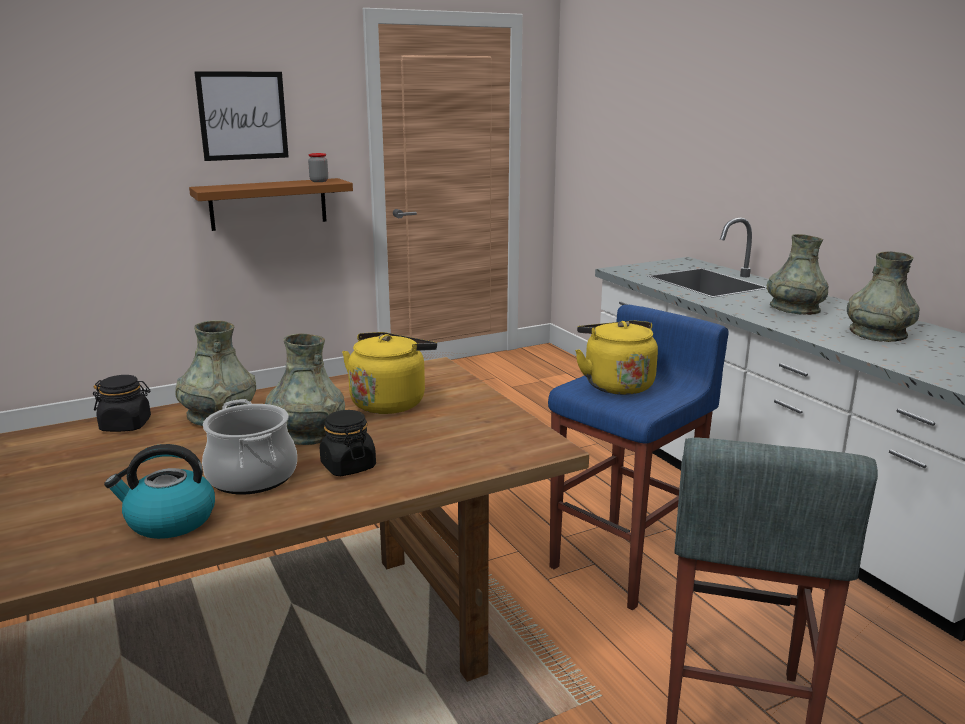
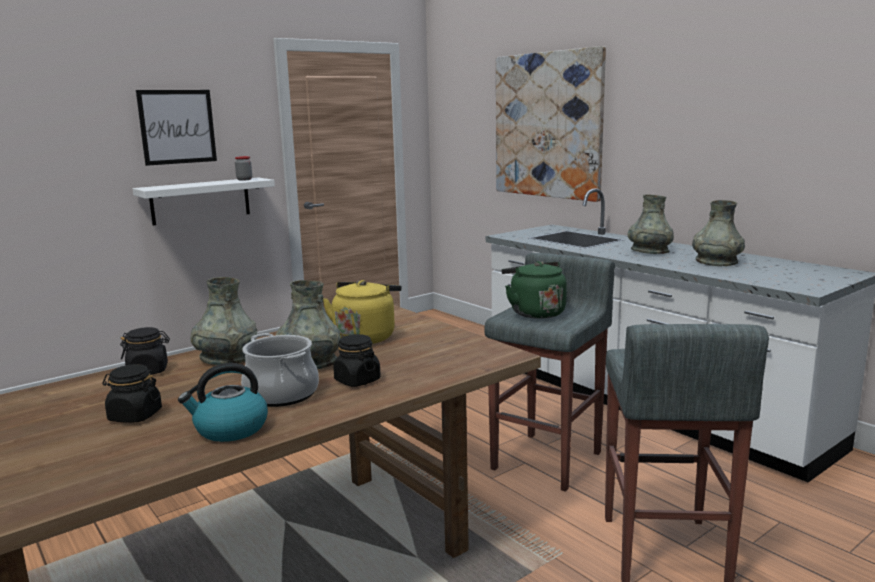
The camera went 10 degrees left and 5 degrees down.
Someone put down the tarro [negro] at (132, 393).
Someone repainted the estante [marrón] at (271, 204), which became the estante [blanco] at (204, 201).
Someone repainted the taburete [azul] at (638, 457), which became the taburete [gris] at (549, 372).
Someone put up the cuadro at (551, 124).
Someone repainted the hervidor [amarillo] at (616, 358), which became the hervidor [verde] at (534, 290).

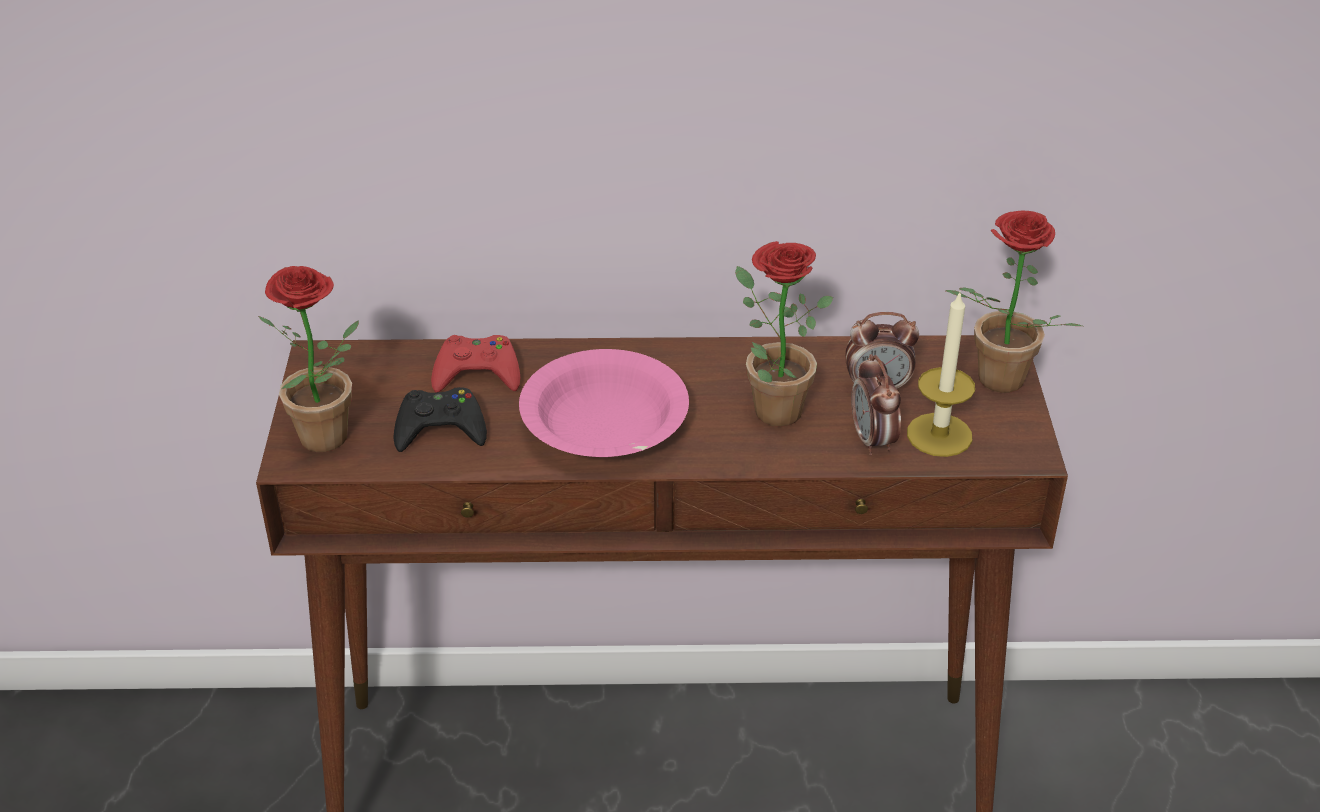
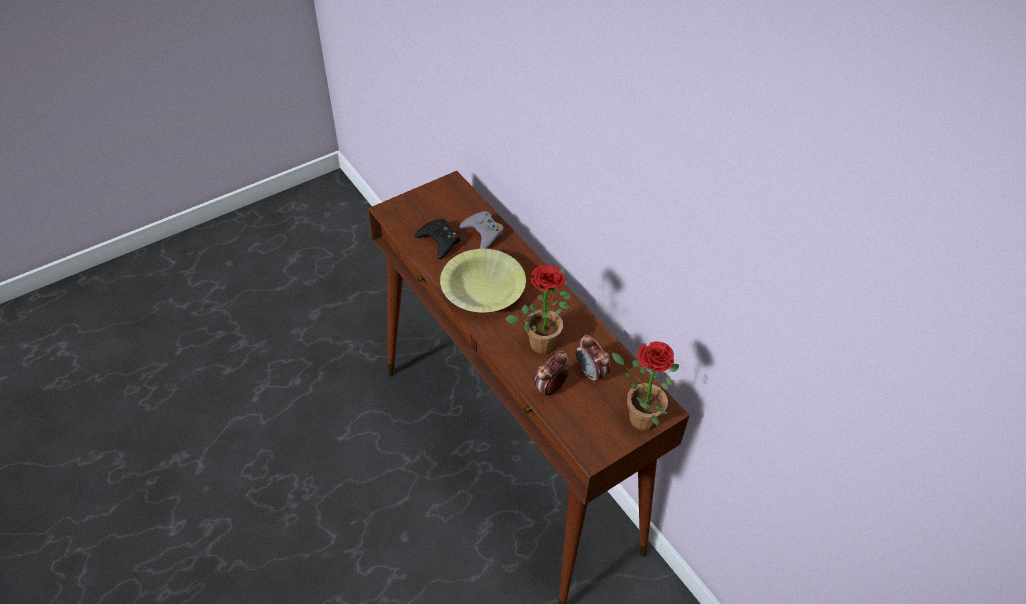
The camera went 55 degrees right and 10 degrees up.
Someone repainted the cuenco [rosa] at (604, 403), which became the cuenco [amarillo] at (483, 280).
Someone repainted the mando de consola [rojo] at (476, 364), which became the mando de consola [gris] at (481, 230).
Someone took away the planta en maceta at (308, 359).
Someone took away the vela at (941, 374).

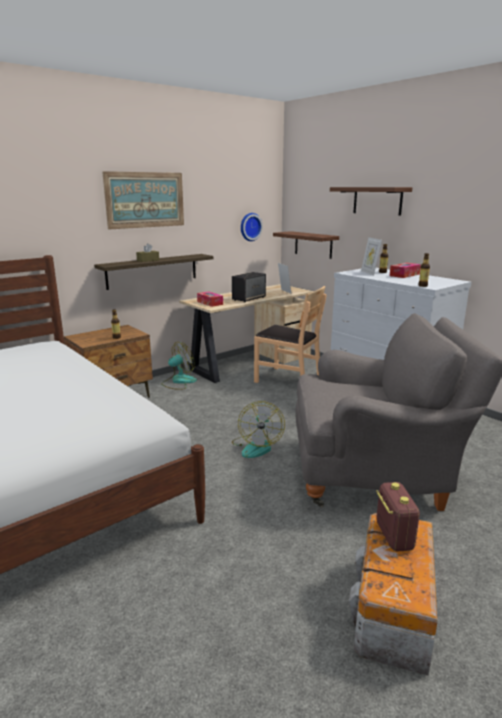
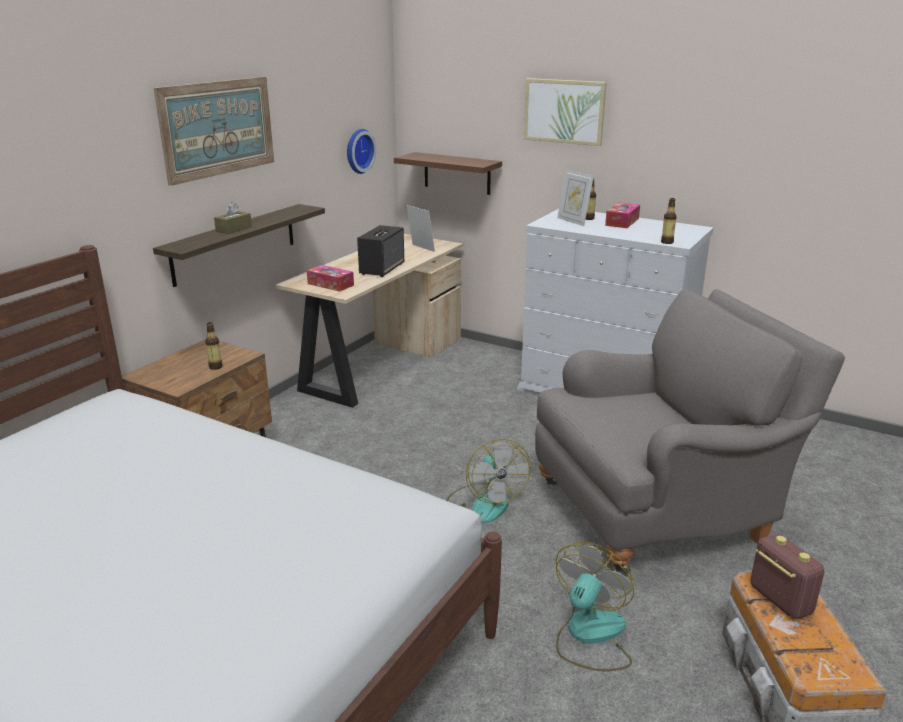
The camera went 20 degrees left and 5 degrees up.
Someone swapped the estante [marrón] at (371, 201) for the cuadro at (565, 112).
Someone carried the ventilador from (179, 366) to (595, 606).
Someone took away the silla [marrón] at (290, 334).

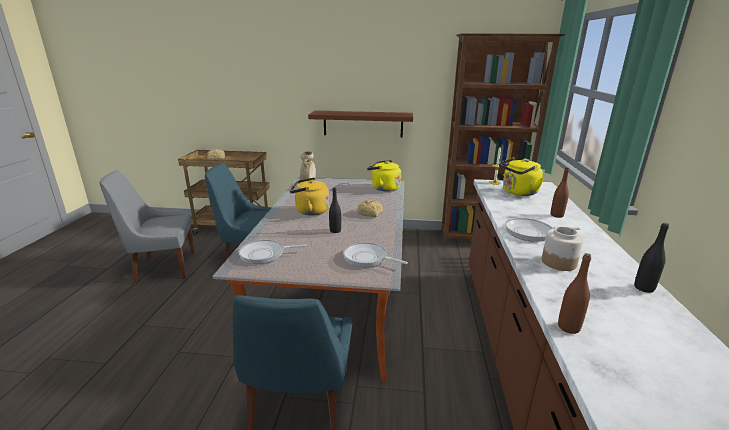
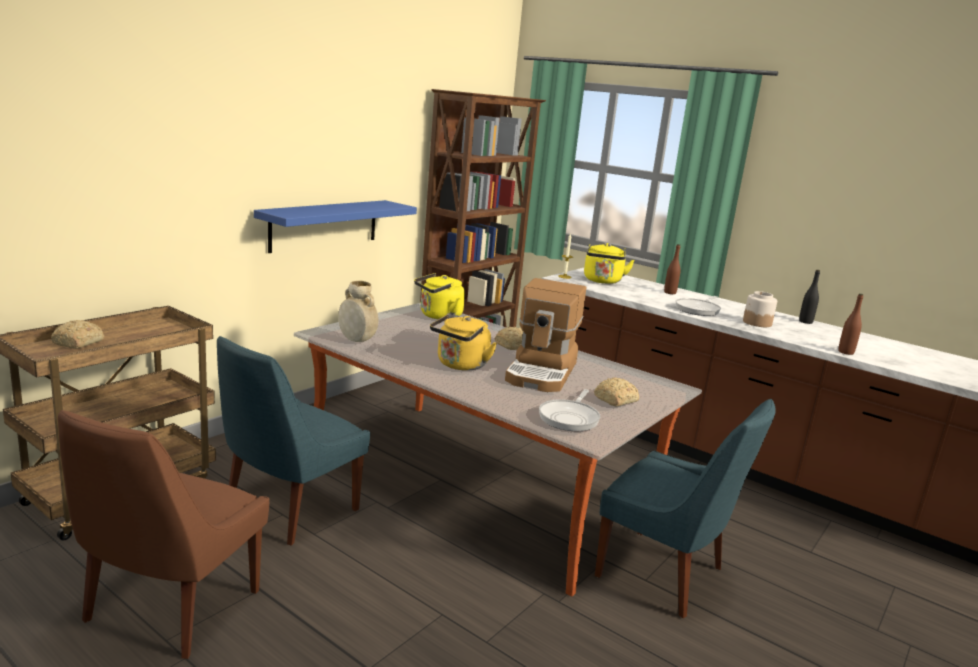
The camera went 60 degrees left and 5 degrees down.
Someone repainted the silla [gris] at (147, 227), which became the silla [marrón] at (163, 534).
Someone repainted the estante [marrón] at (360, 124), which became the estante [azul] at (335, 226).
Someone swapped the botella [negro] at (335, 210) for the cafetera at (546, 335).
Someone put down the pan at (616, 391).
Someone took away the sartén at (375, 254).

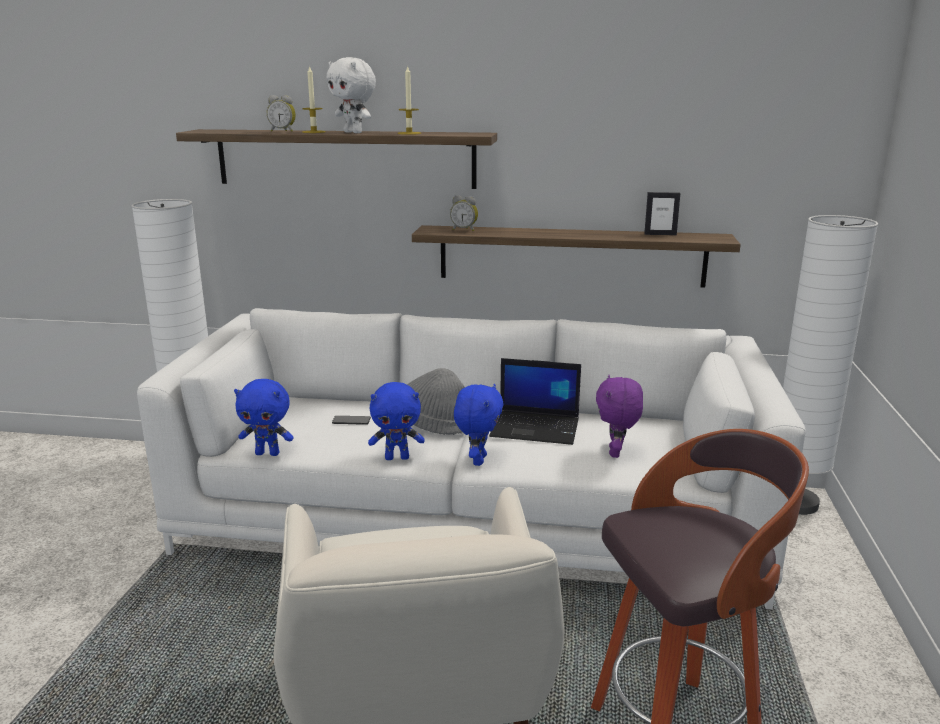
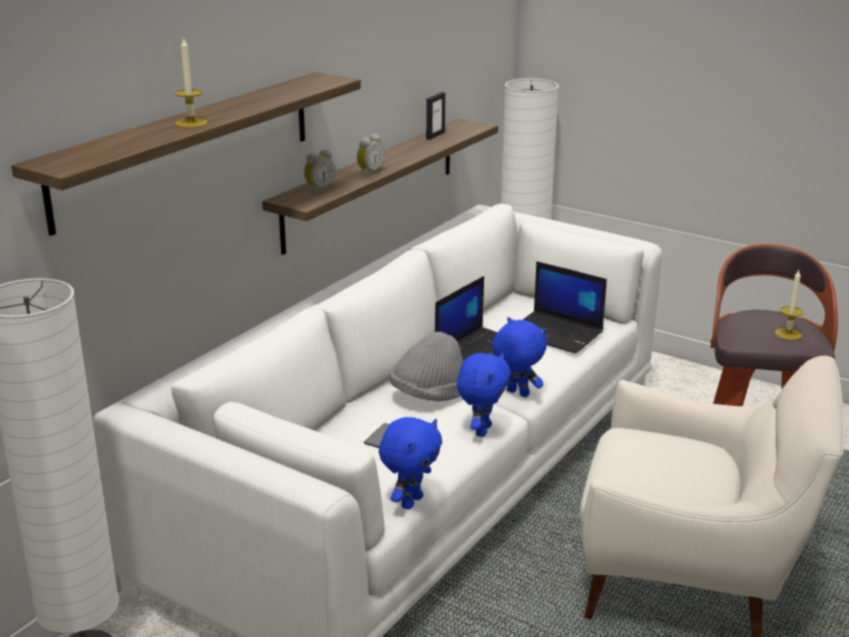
The camera went 65 degrees left and 5 degrees up.
Someone carried the despertador from (281, 113) to (370, 155).
Someone swapped the peluche [morado] at (619, 416) for the portátil at (565, 307).
Someone carried the vela from (409, 100) to (789, 305).
Someone took away the peluche [blanco] at (351, 95).

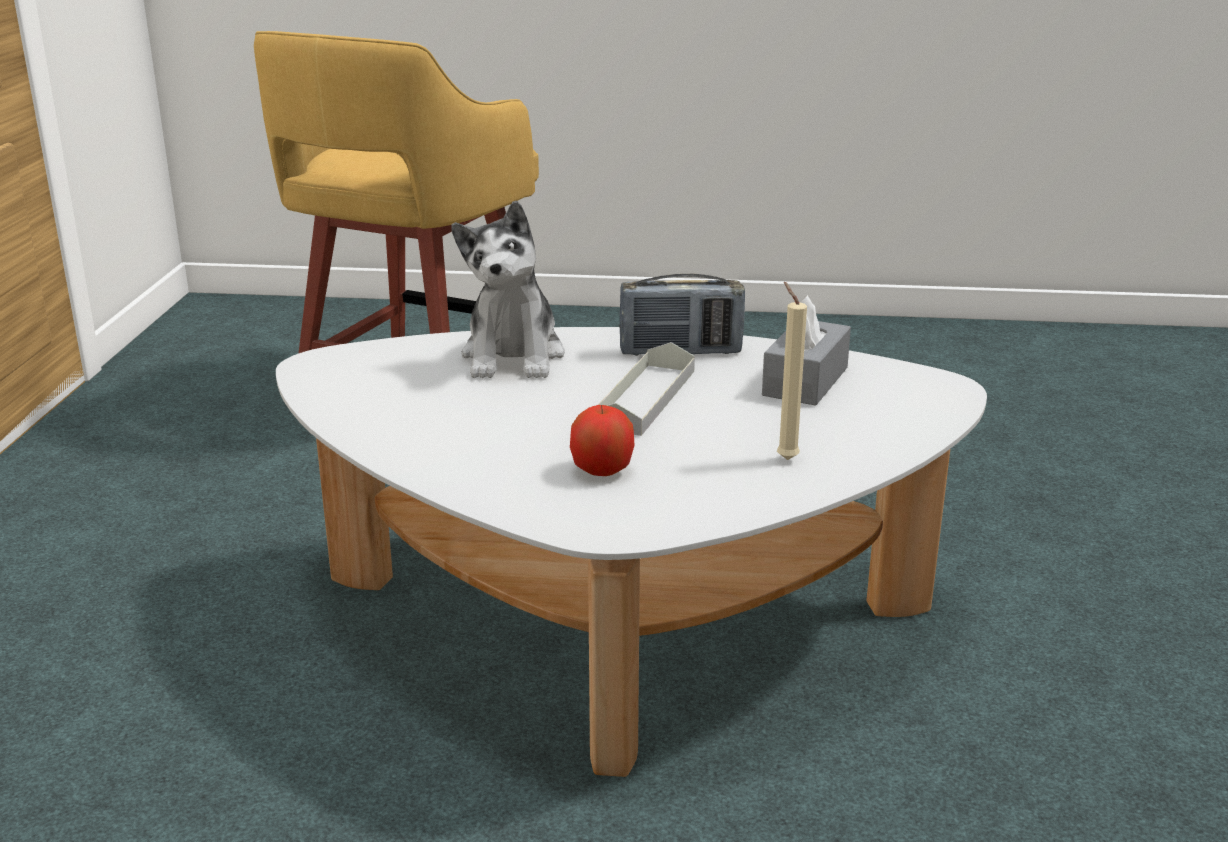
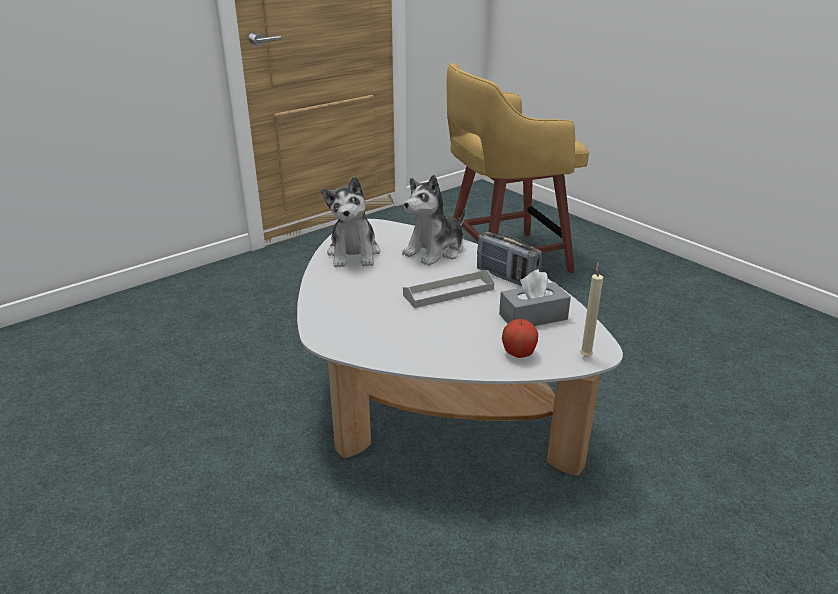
The camera went 45 degrees right and 5 degrees up.
Someone put down the peluche at (350, 221).
Someone carried the manzana from (602, 440) to (520, 338).
Someone carried the vela [beis] from (792, 371) to (591, 309).

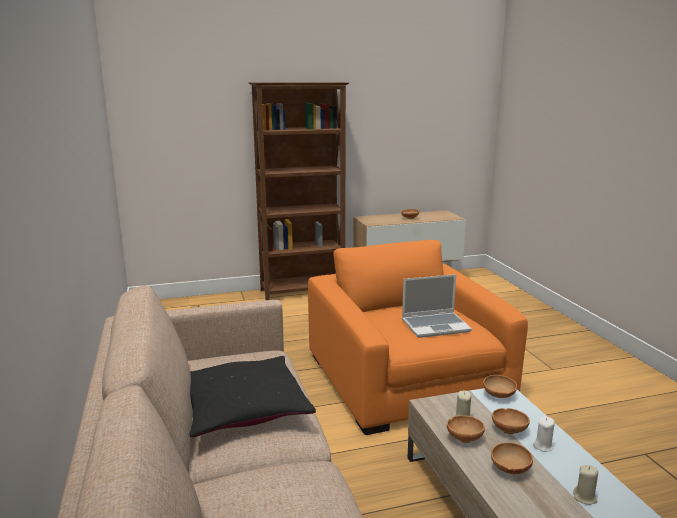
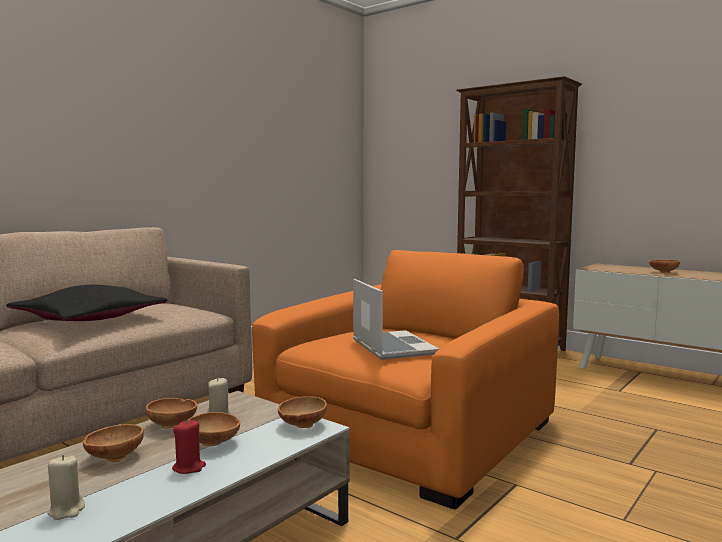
The camera went 55 degrees right and 10 degrees down.
Someone repainted the vela [blanco] at (544, 434), which became the vela [rojo] at (189, 447).
Someone rotated the portátil at (437, 306) by 150 degrees counterclockwise.

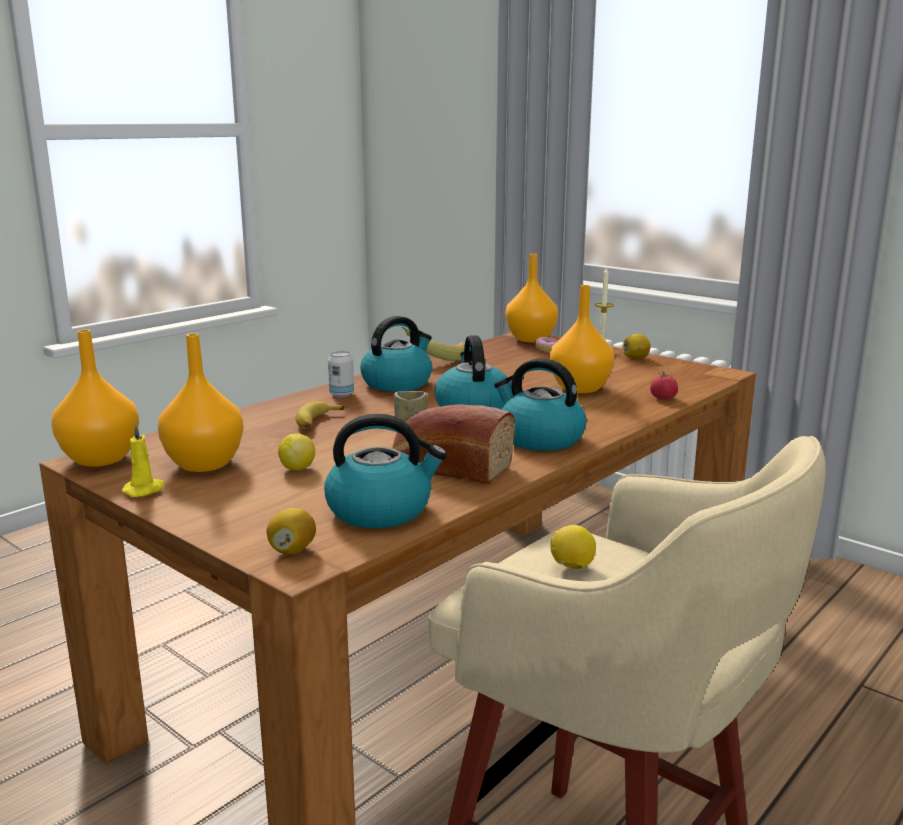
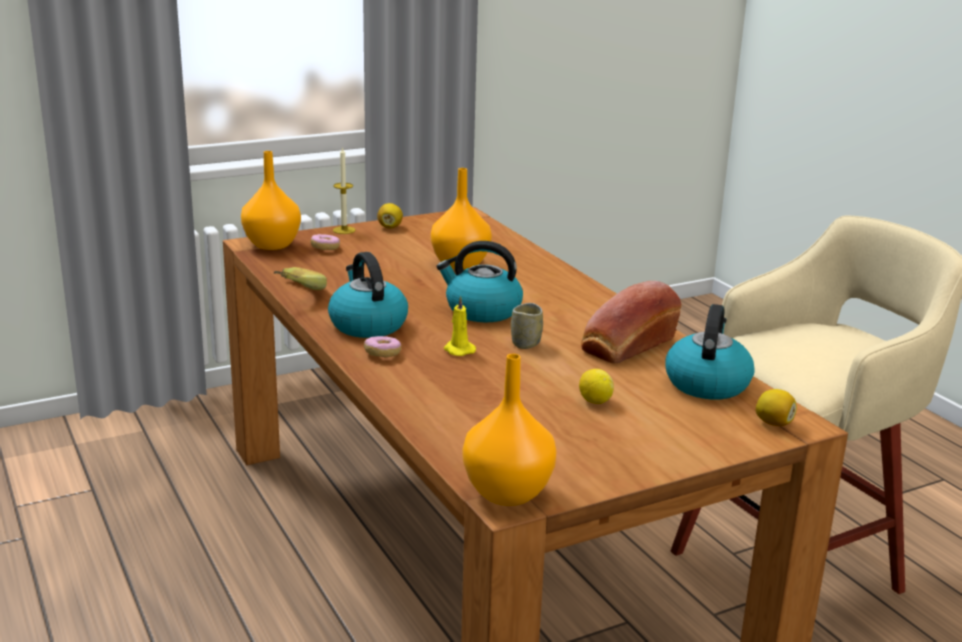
The camera went 70 degrees left and 5 degrees up.
Someone swapped the lata at (341, 374) for the rosquilla at (382, 346).
Someone carried the vela [amarillo] from (143, 460) to (460, 326).
Someone took away the florero [naranja] at (201, 402).
Someone took away the plátano at (319, 415).
Someone took away the hervidor at (540, 404).
Someone took away the limón at (573, 547).
Someone took away the tomate at (664, 385).

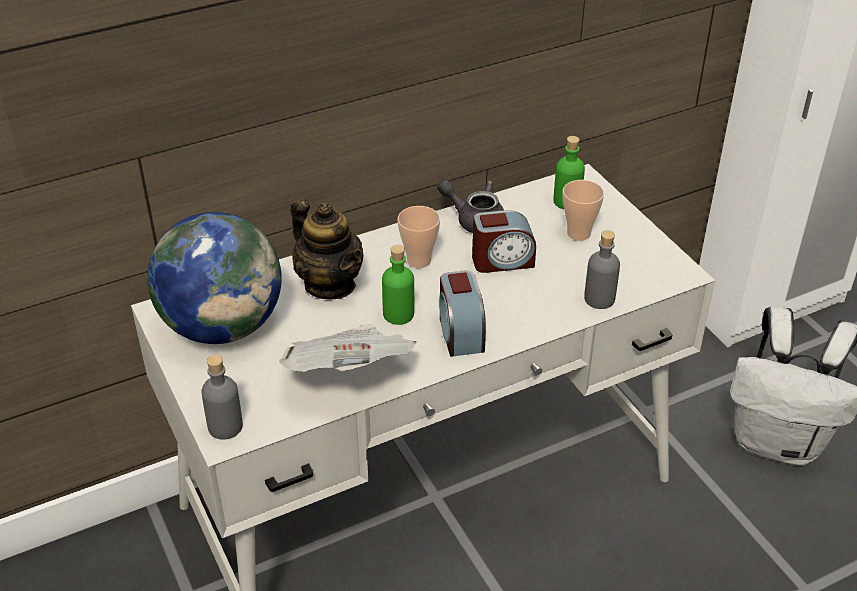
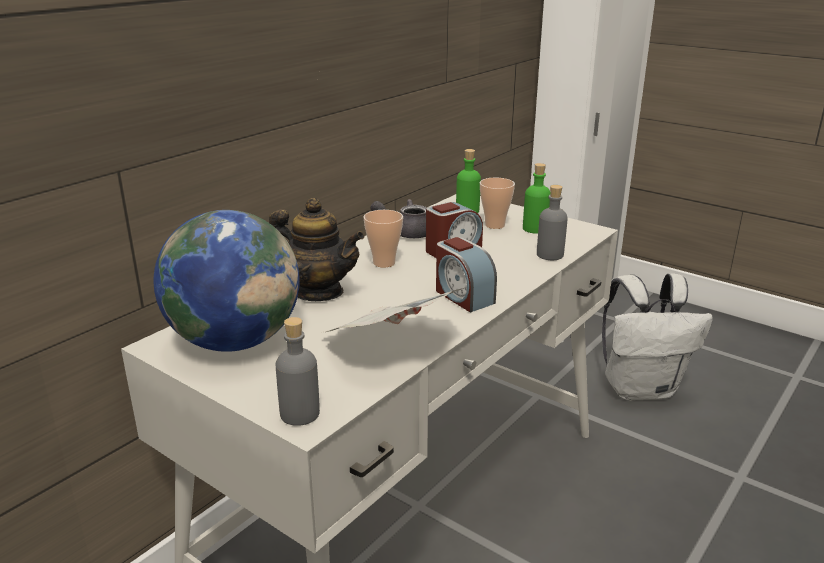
The camera went 25 degrees left and 15 degrees down.
Someone carried the botella [verde] from (398, 285) to (537, 198).

